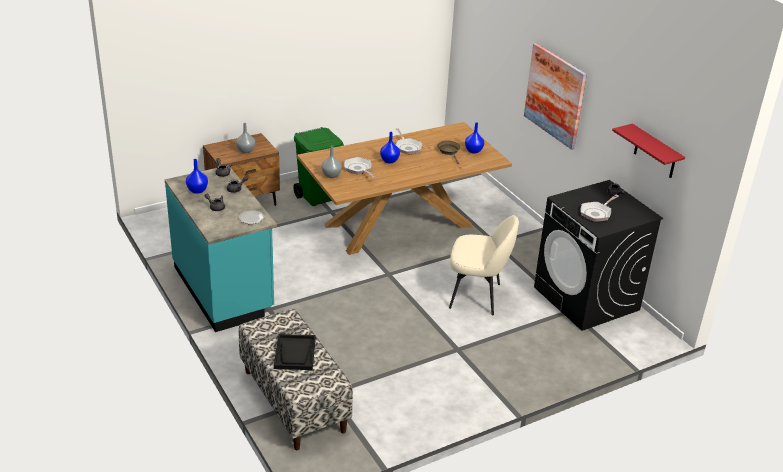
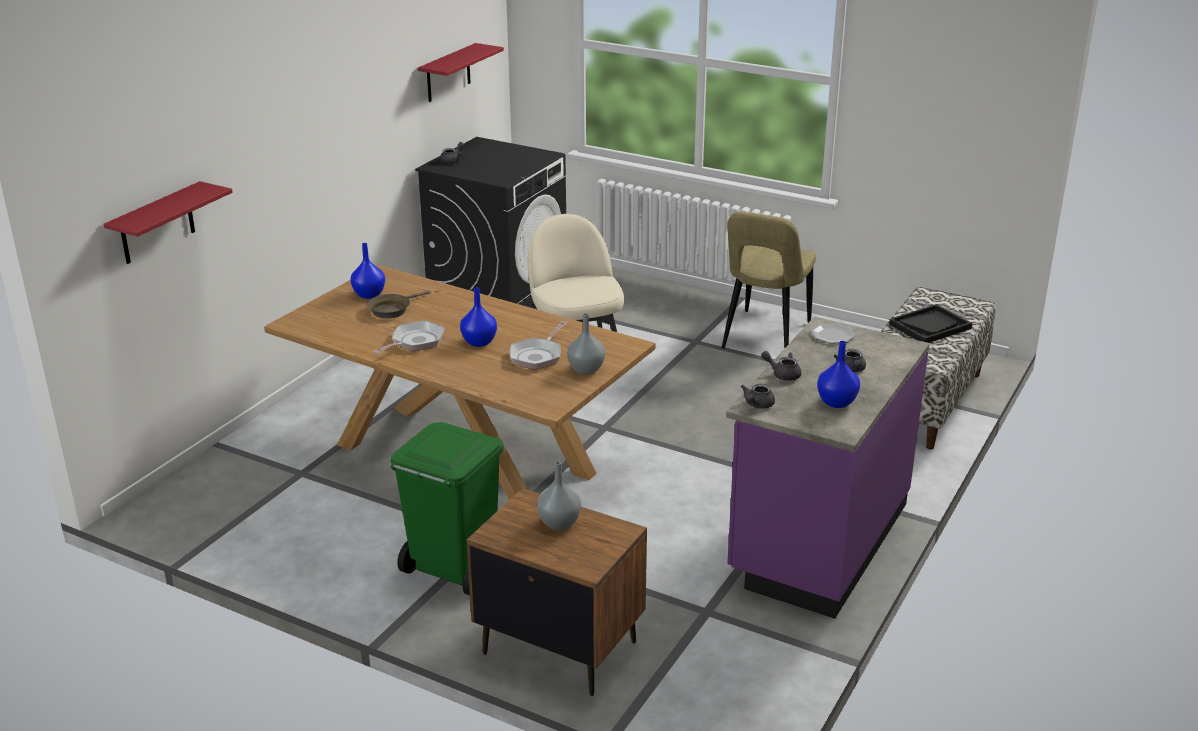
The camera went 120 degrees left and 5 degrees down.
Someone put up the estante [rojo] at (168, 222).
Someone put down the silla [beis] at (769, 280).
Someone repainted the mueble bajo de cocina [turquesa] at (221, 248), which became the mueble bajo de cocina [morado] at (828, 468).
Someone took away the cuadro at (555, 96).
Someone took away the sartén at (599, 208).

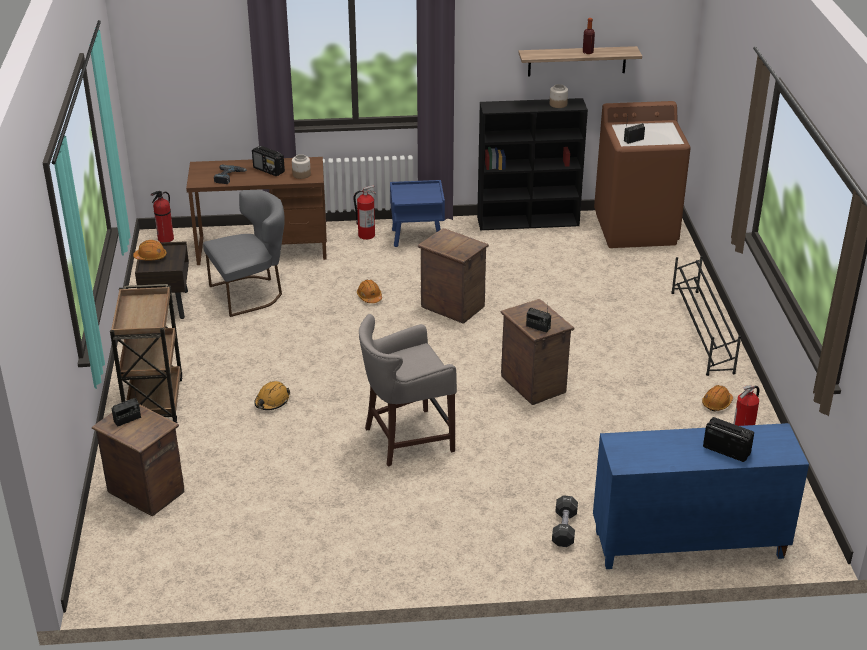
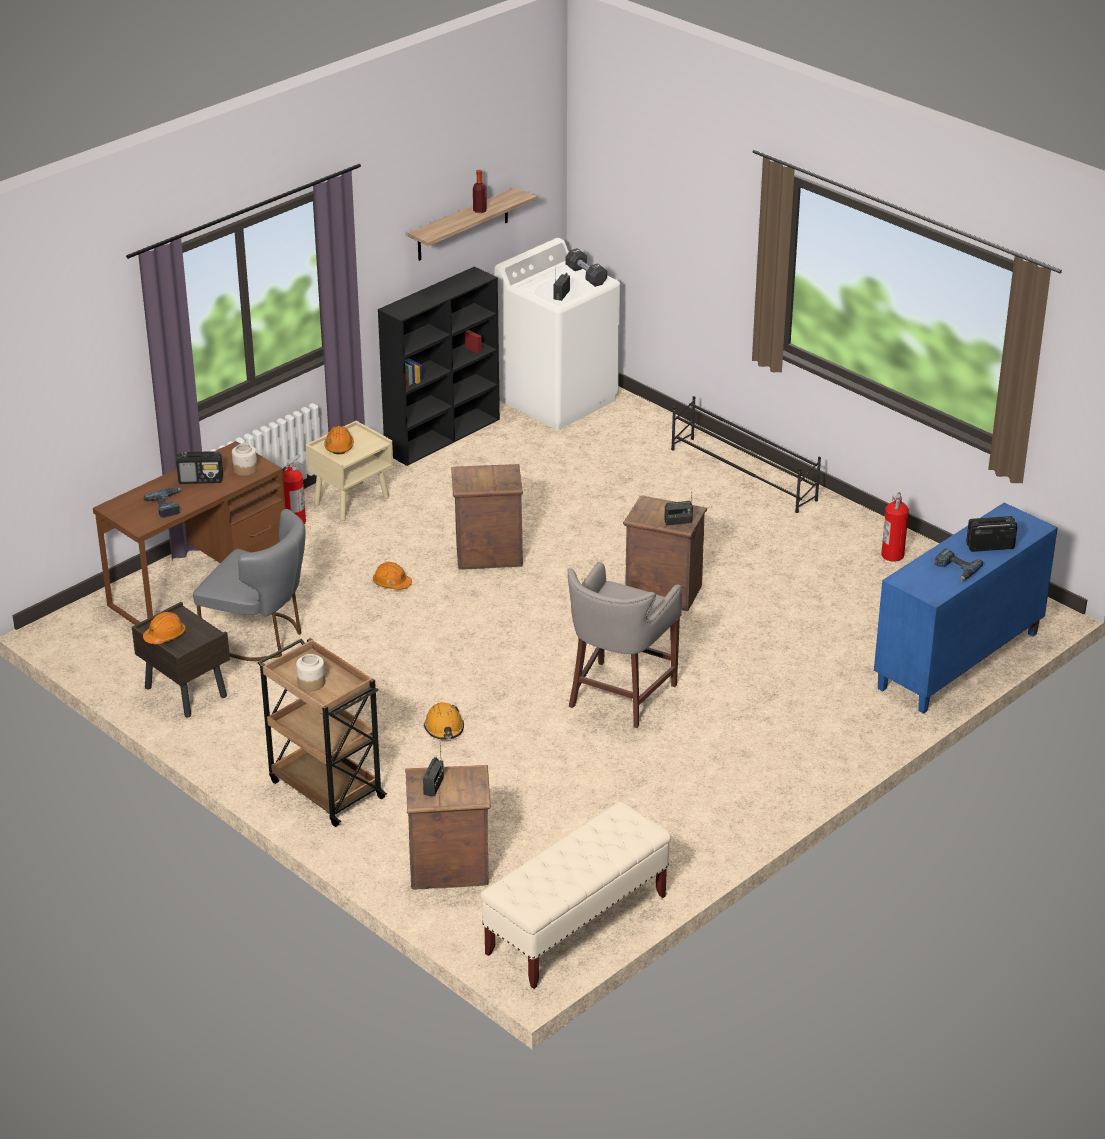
The camera went 40 degrees left and 0 degrees up.
Someone rotated the silla [gris] at (244, 253) by 90 degrees clockwise.
Someone carried the tarro from (559, 96) to (310, 672).
Someone repainted the mesita de noche [azul] at (417, 213), which became the mesita de noche [beis] at (349, 471).
Someone carried the casco [naranja] from (717, 398) to (339, 440).
Someone put down the banco [beis] at (576, 895).
Someone repainted the lavadora [marrón] at (642, 174), which became the lavadora [blanco] at (557, 334).
Someone carried the mancuerna [negro] from (565, 521) to (586, 267).
Someone put down the taladro at (958, 564).
Someone took away the extintor at (162, 217).

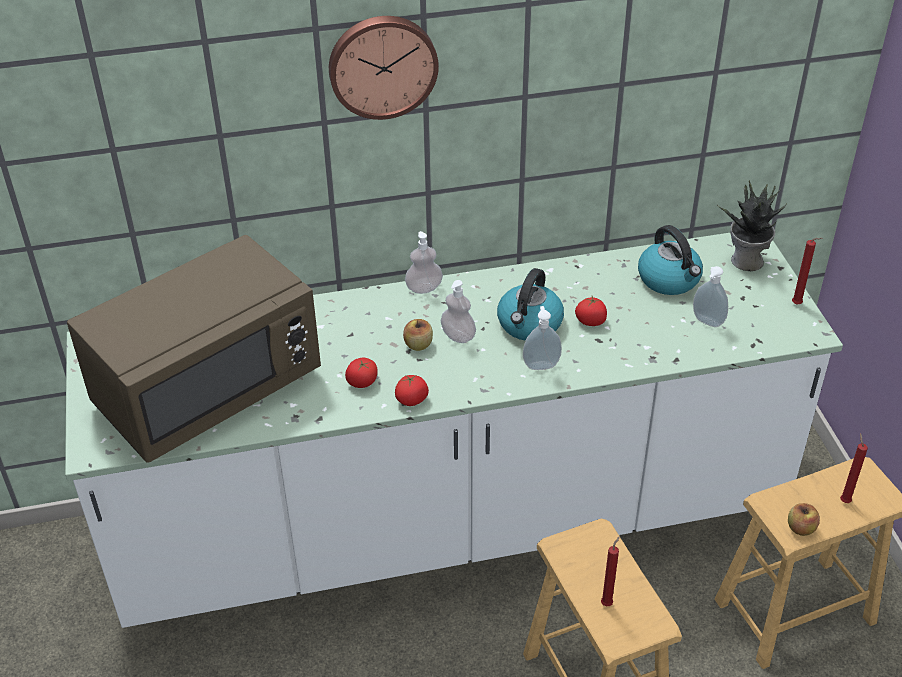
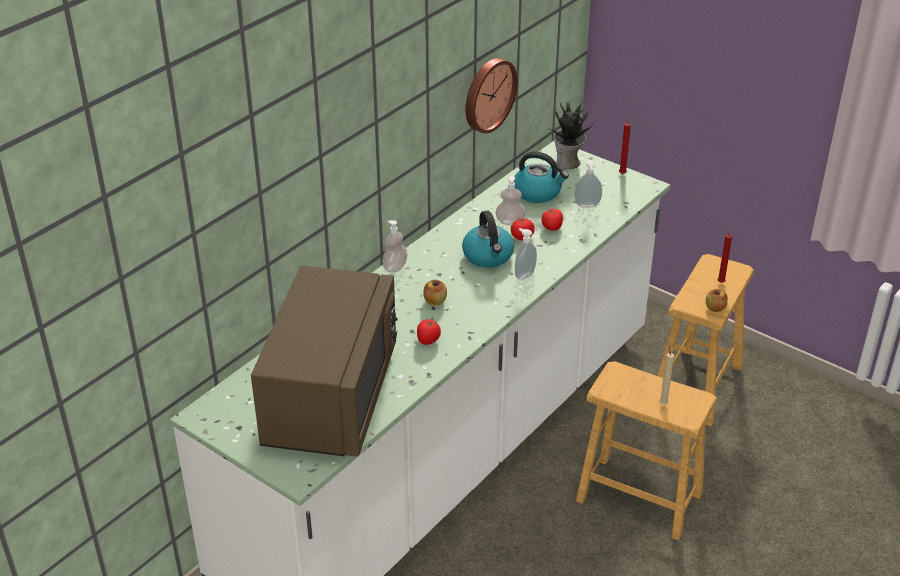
The camera went 40 degrees left and 5 degrees down.
Someone carried the reloj de pared from (384, 68) to (492, 95).
Someone carried the dispensador de jabón from (458, 311) to (510, 201).
Someone carried the tomate from (412, 390) to (552, 219).
Someone repainted the vela [rojo] at (610, 571), which became the vela [beis] at (666, 375).

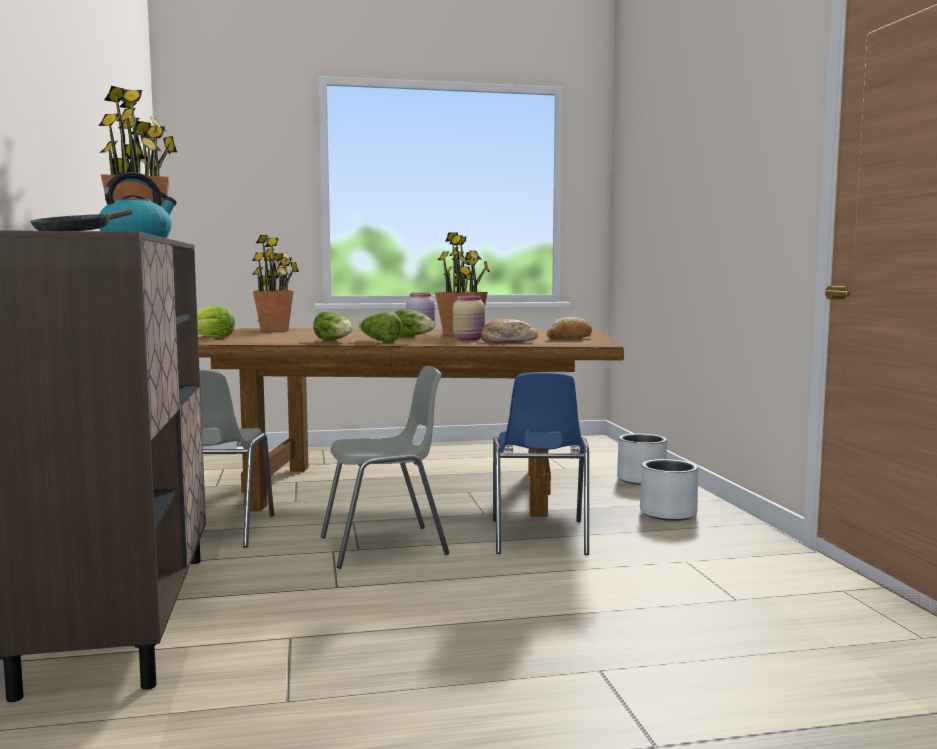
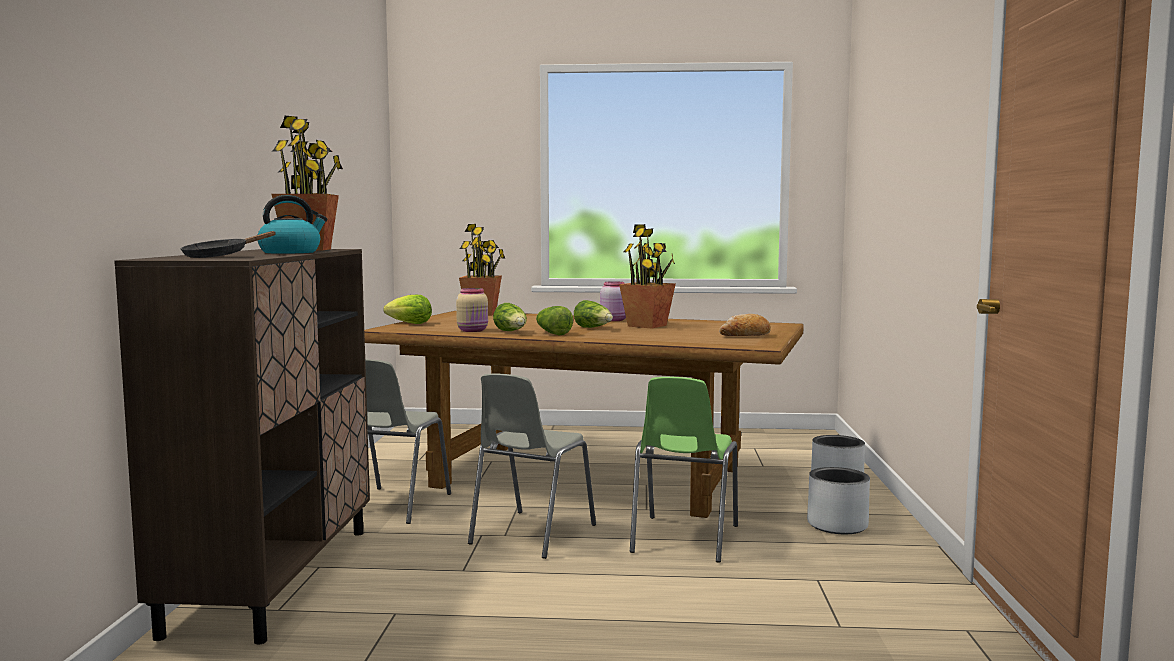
The camera went 15 degrees right and 0 degrees up.
Someone carried the tarro [beis] from (469, 317) to (472, 310).
Someone rotated the silla [gris] at (385, 467) by 120 degrees clockwise.
Someone repainted the silla [azul] at (541, 463), which became the silla [verde] at (684, 470).
Someone took away the pan at (509, 331).

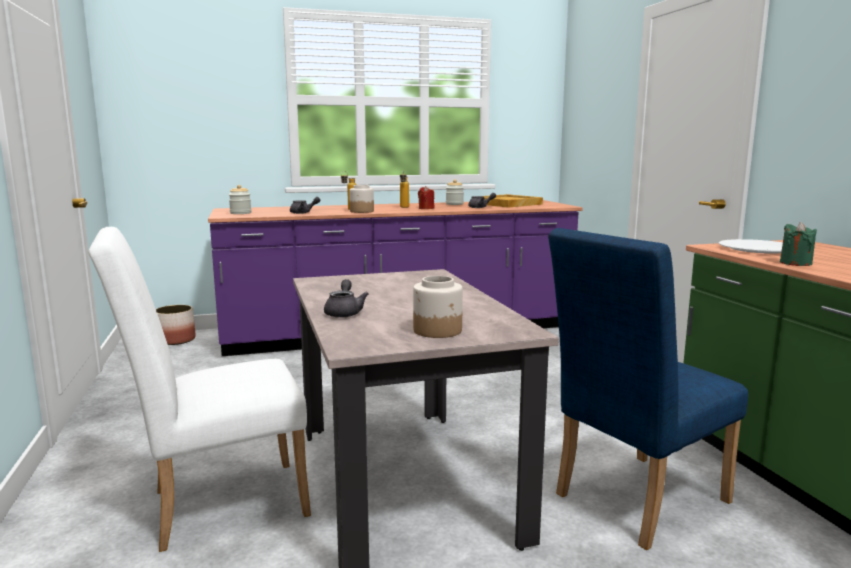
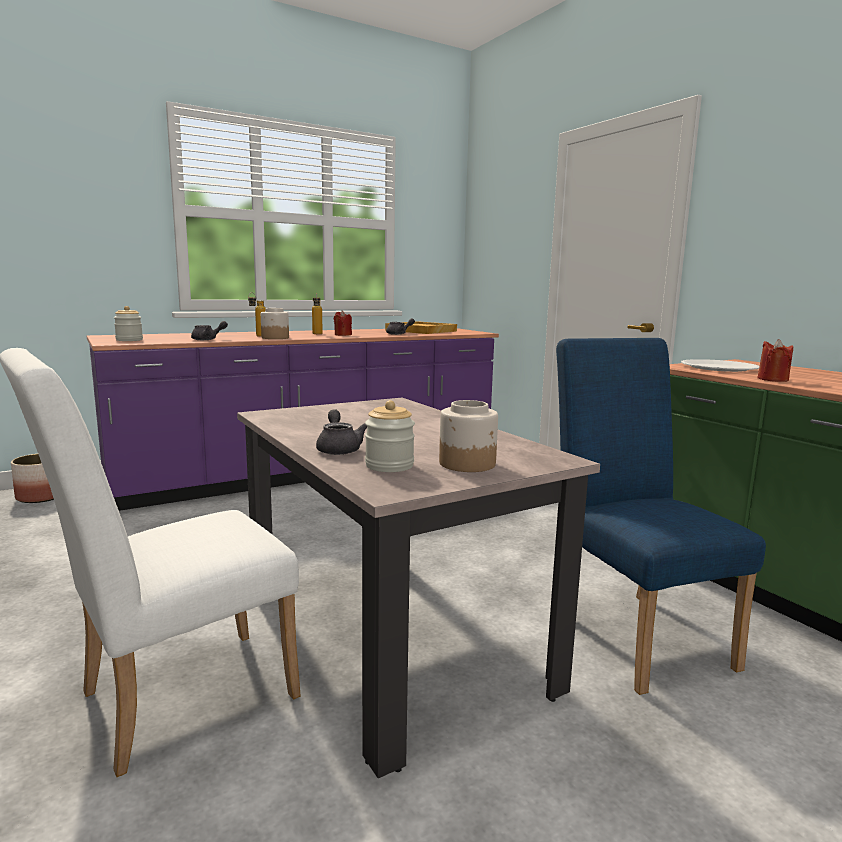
The camera went 15 degrees left and 0 degrees up.
Someone carried the tarro from (455, 192) to (390, 436).
Someone rotated the silla [azul] at (648, 389) by 120 degrees clockwise.
Someone repainted the vela [verde] at (798, 244), which became the vela [rojo] at (775, 360).

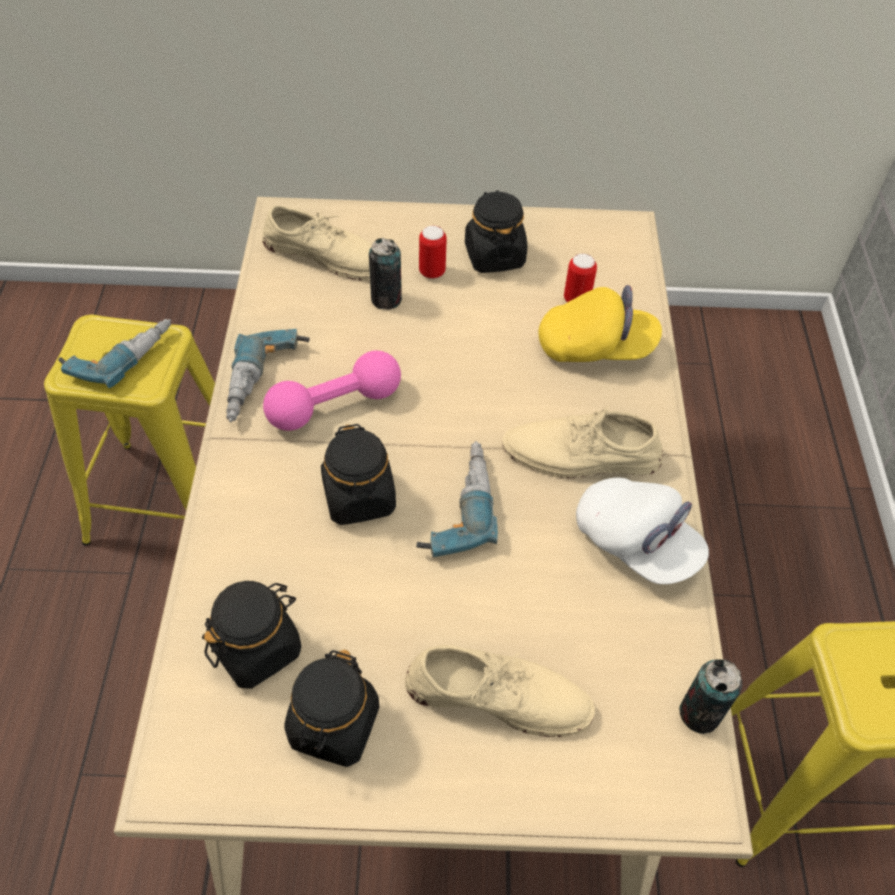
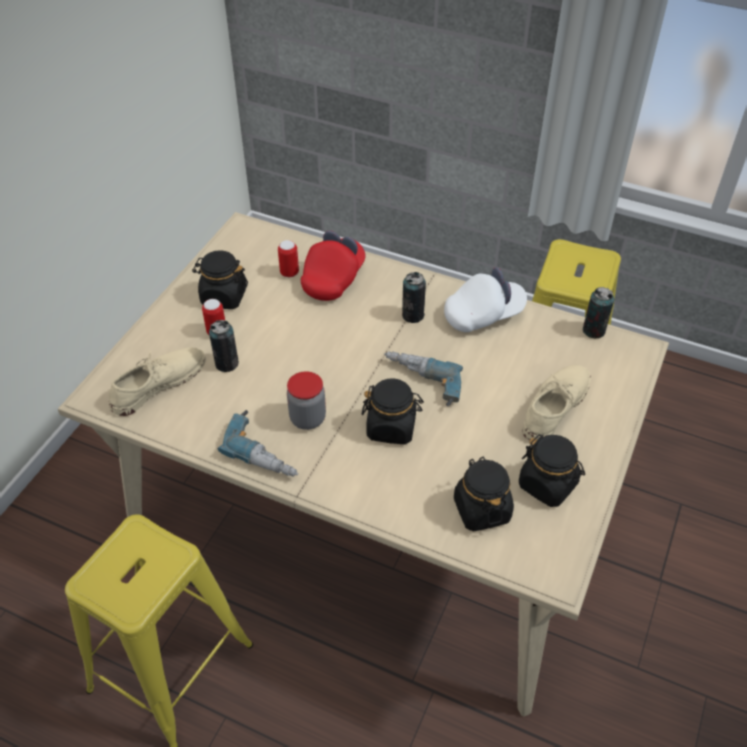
The camera went 65 degrees left and 5 degrees down.
Someone swapped the mancuerna [rosa] at (332, 390) for the tarro at (306, 400).
Someone repainted the gorra [amarillo] at (600, 323), which became the gorra [rojo] at (333, 266).
Someone swapped the zapato [beis] at (582, 441) for the lata at (414, 297).
Someone took away the taladro at (114, 353).

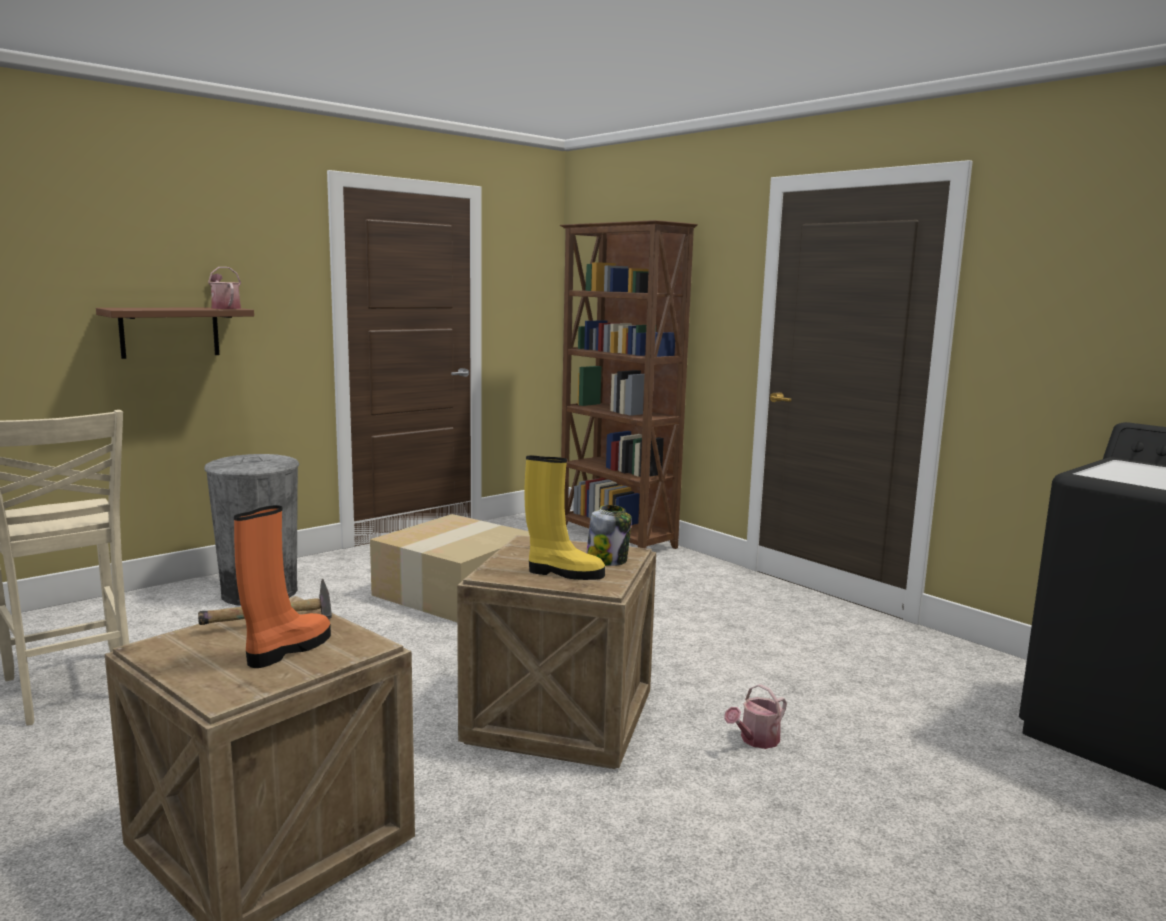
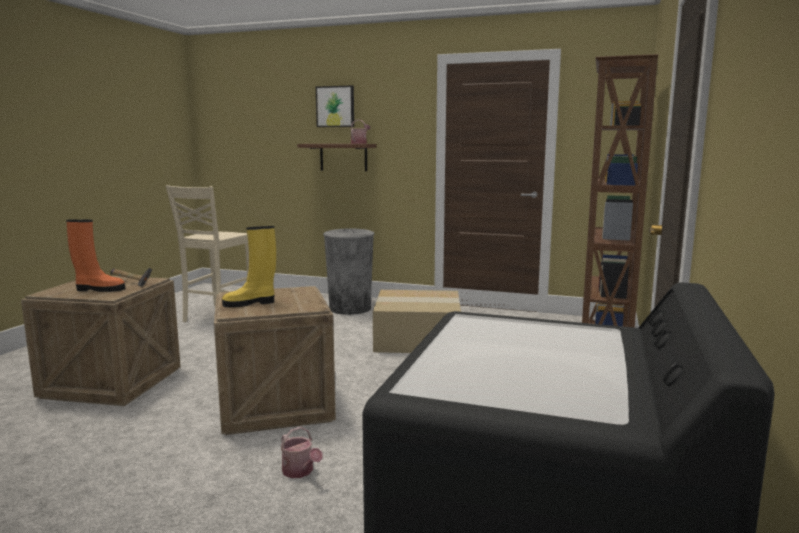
The camera went 60 degrees right and 0 degrees up.
Someone rotated the bota [amarillo] at (564, 518) by 90 degrees clockwise.
Someone rotated the regadera at (755, 716) by 150 degrees counterclockwise.
Someone put up the cuadro at (335, 106).
Someone took away the tarro at (609, 535).

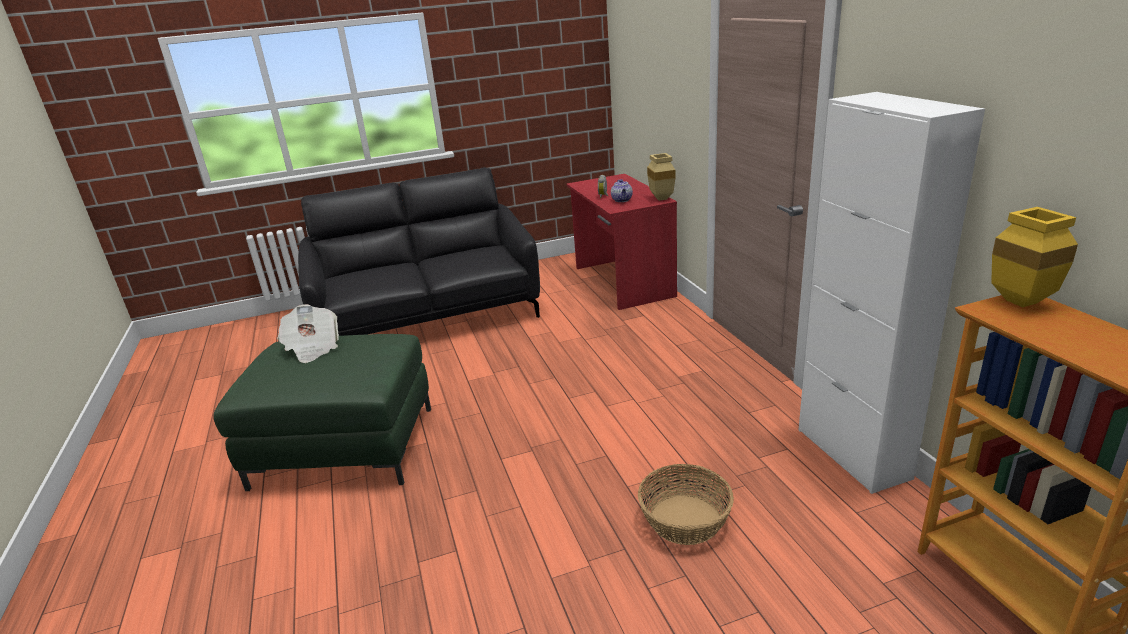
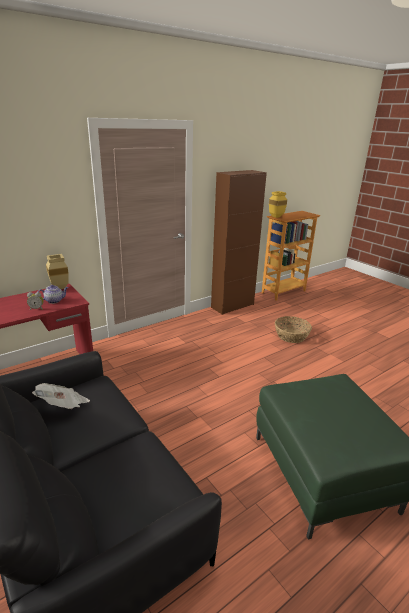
The camera went 110 degrees left and 0 degrees up.
Someone carried the periódico from (308, 333) to (61, 396).
Someone repainted the armario [blanco] at (892, 293), which became the armario [marrón] at (239, 242).

